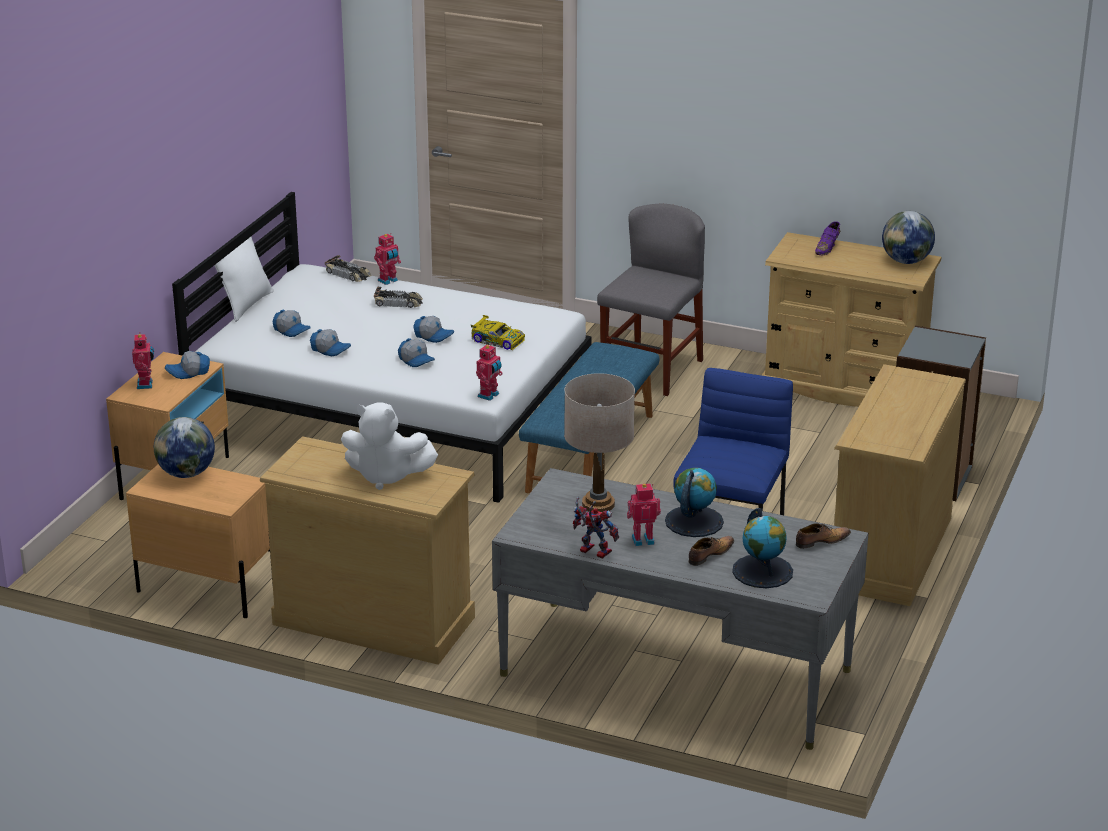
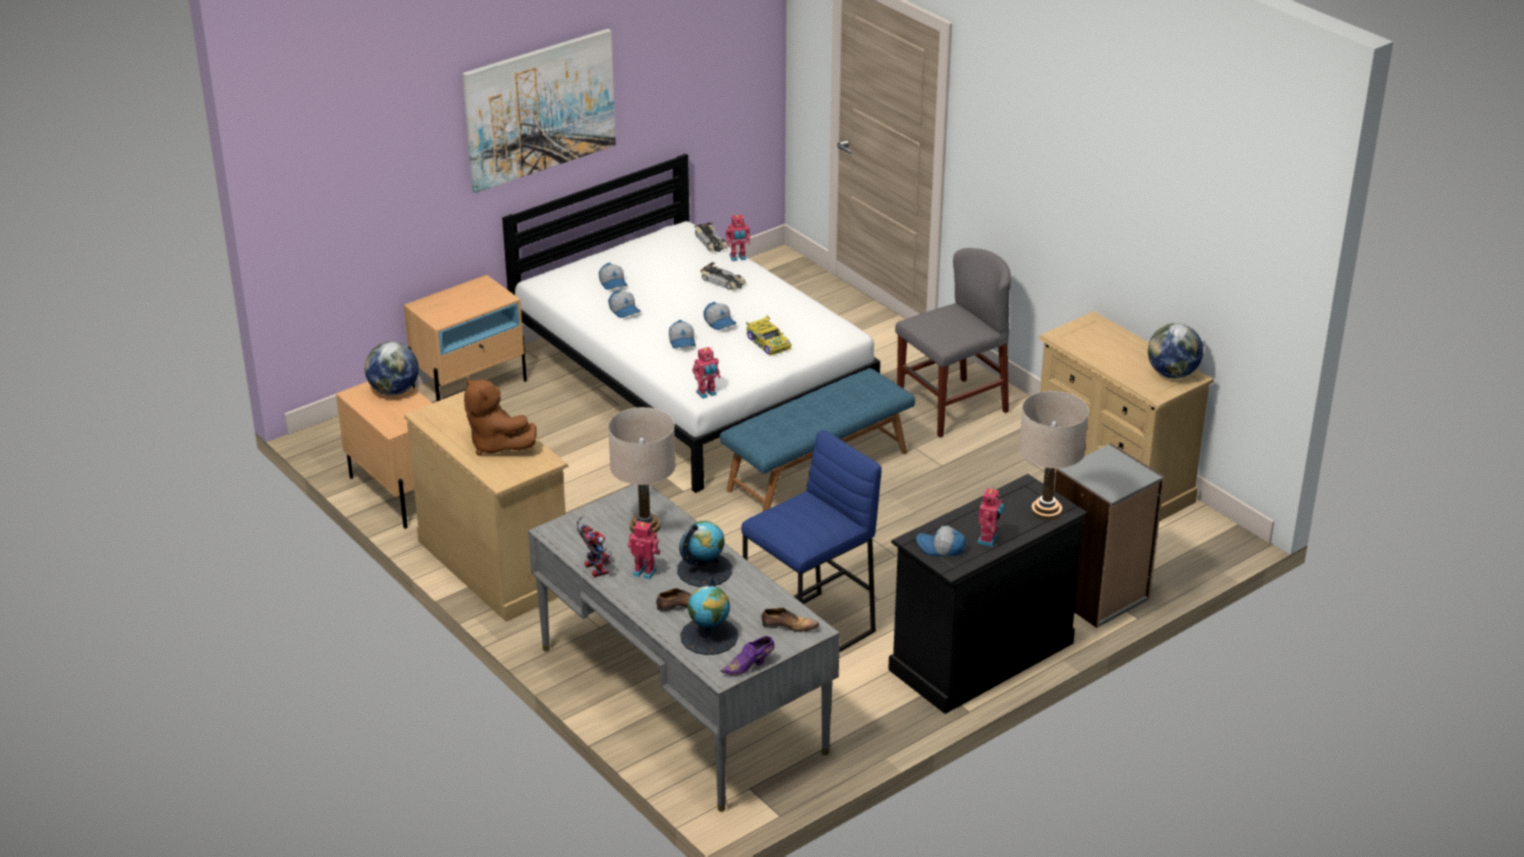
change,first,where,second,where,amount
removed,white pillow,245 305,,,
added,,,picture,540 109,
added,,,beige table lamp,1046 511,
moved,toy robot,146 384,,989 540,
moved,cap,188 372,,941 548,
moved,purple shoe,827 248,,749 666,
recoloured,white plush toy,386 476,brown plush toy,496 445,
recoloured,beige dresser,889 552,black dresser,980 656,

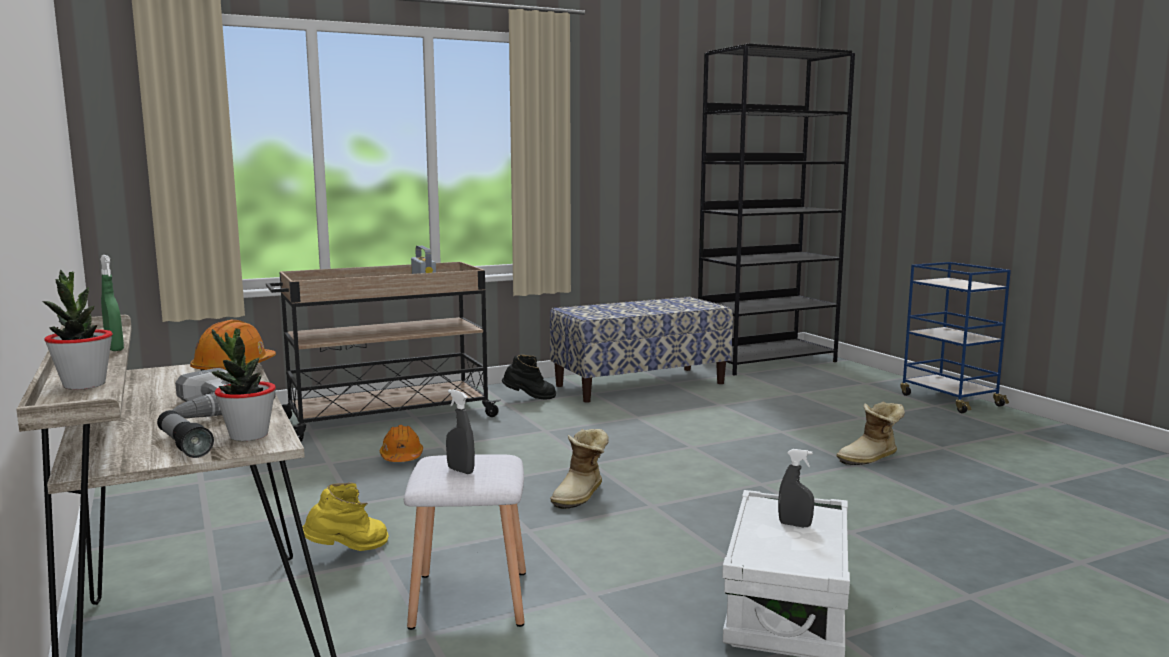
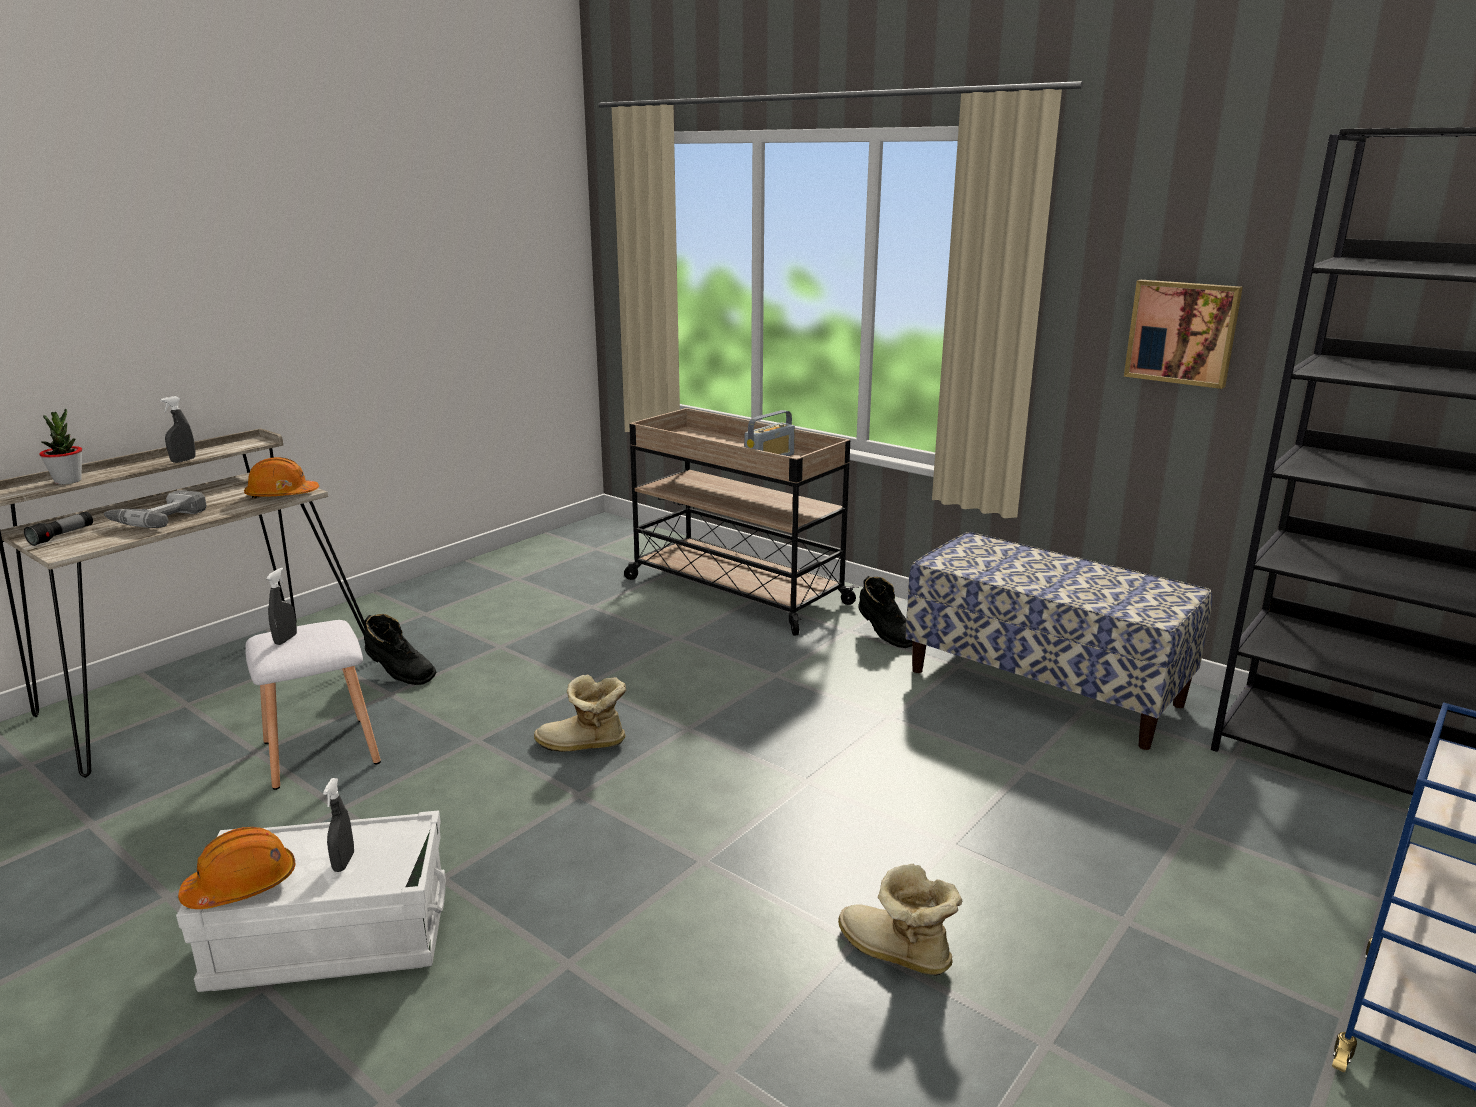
change,first,where,second,where,amount
removed,potted plant,248 436,,,
added,,,picture,1182 332,
moved,orange hard hat,401 457,,242 886,
recoloured,green spray bottle,114 349,grey spray bottle,183 460,
recoloured,yellow boot,348 552,black boot,399 676,

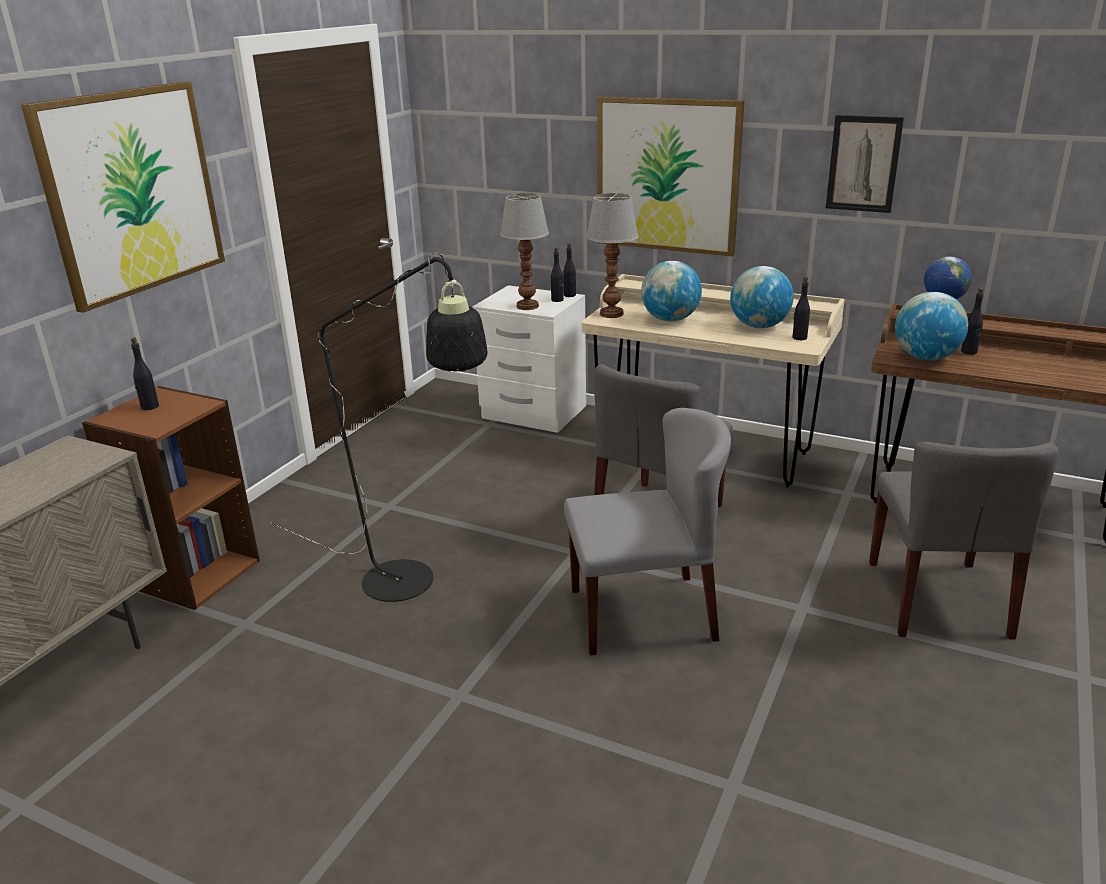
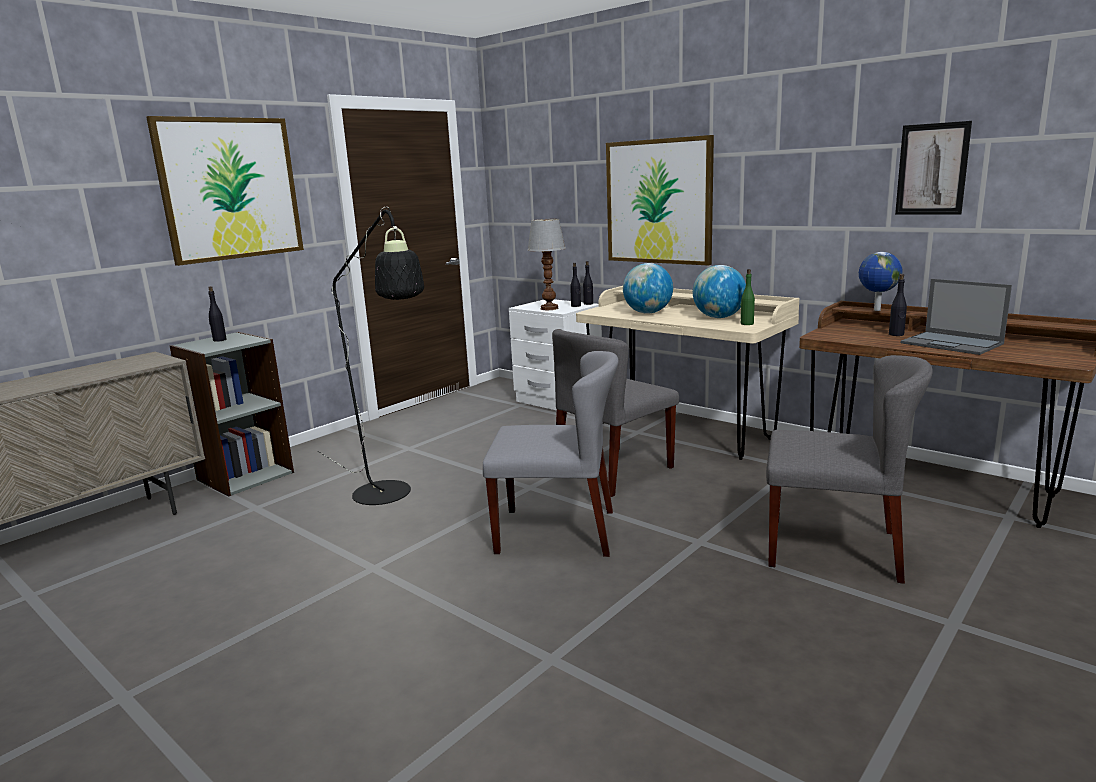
change,first,where,second,where,amount
removed,table lamp,612 313,,,
removed,globe,925 357,,,
added,,,laptop,952 343,
moved,picture,863 164,,932 169,
recoloured,brown bookcase,194 573,grey bookcase,245 476,
recoloured,black bottle,799 338,green bottle,746 324,
turned,grey chair,938 599,,834 548,90 degrees counterclockwise

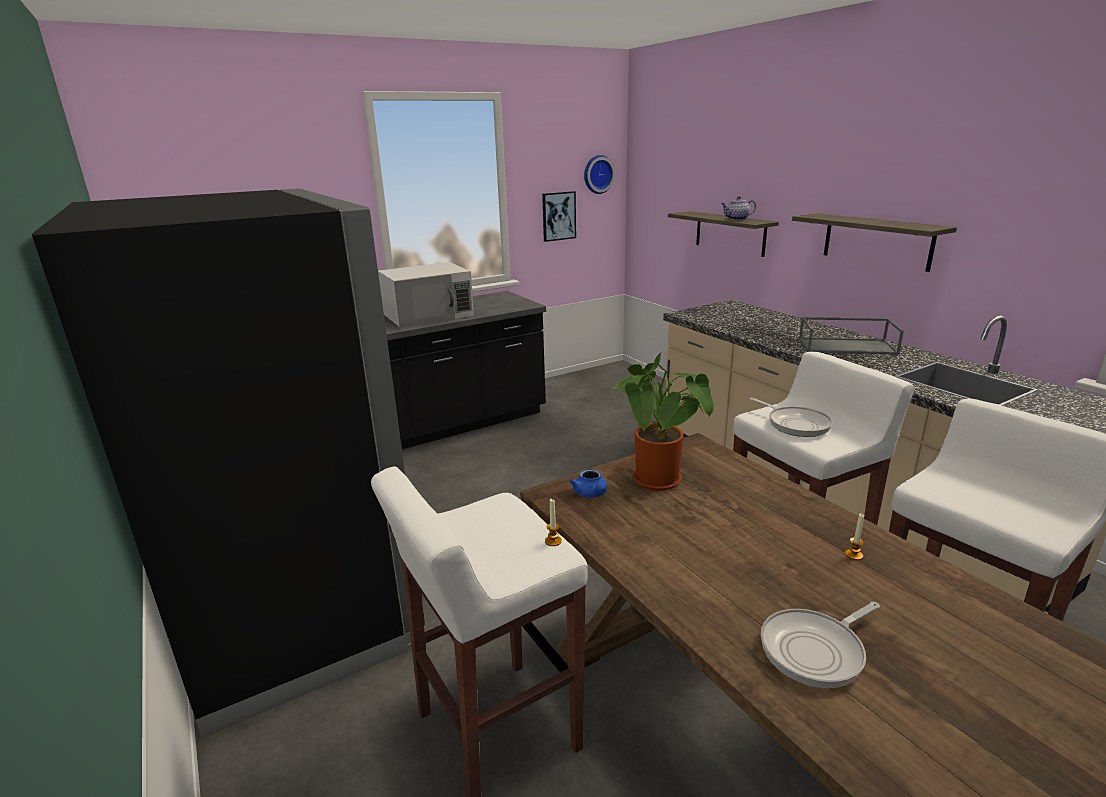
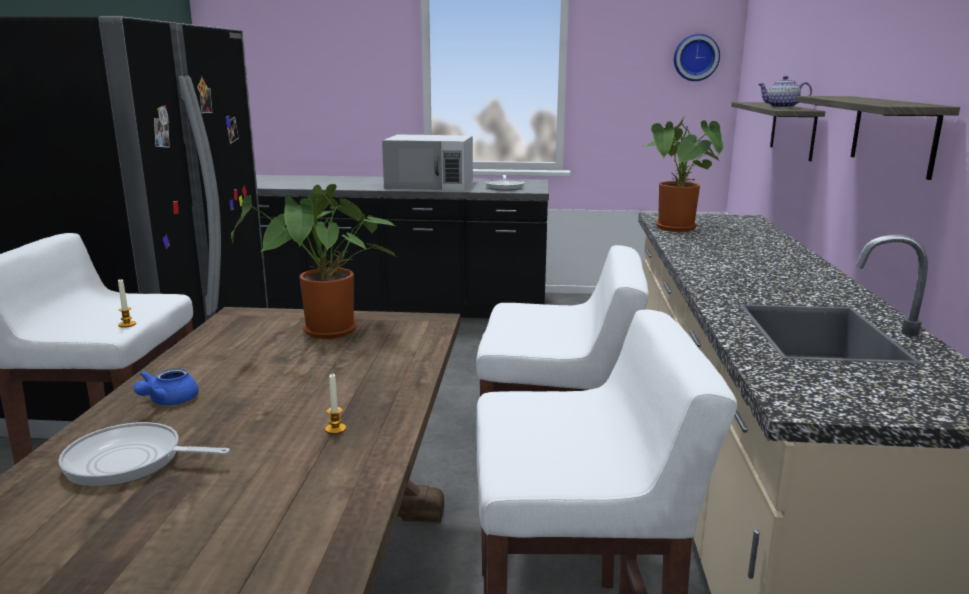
change,first,where,second,where,amount
removed,picture,558 216,,,
removed,grey tray,847 346,,,
added,,,potted plant,678 229,
moved,blue teapot,591 494,,168 401,
moved,frying pan,795 424,,505 187,

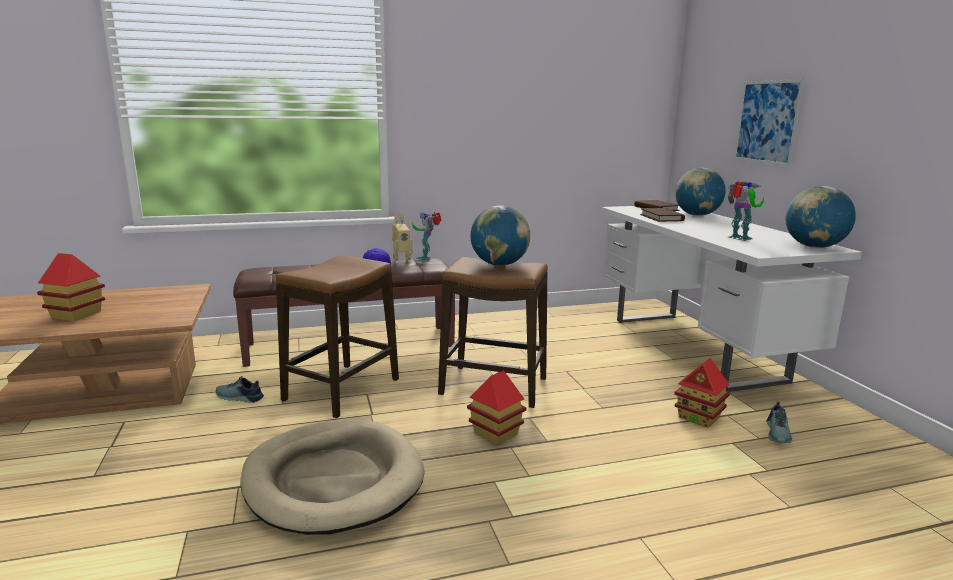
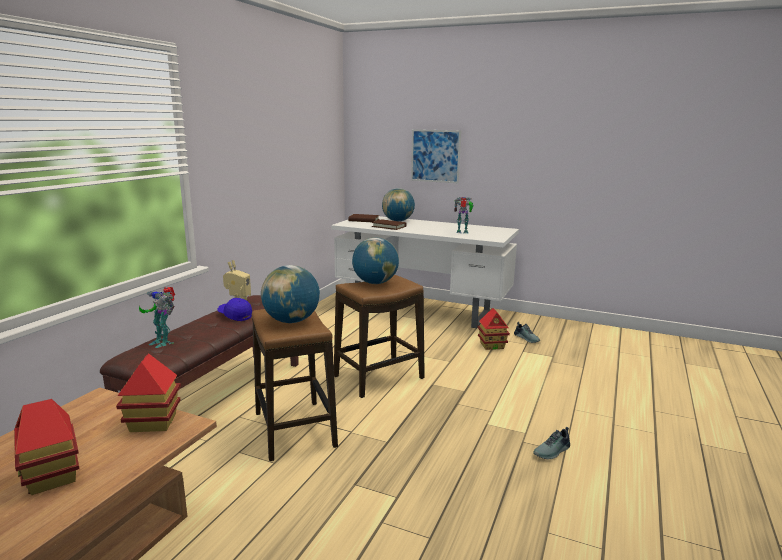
change,first,where,second,where,amount
removed,beige dog bed,333 480,,,
moved,shoe,238 398,,553 451,
moved,toy robot,426 259,,163 342,
moved,toy house,495 433,,153 423,
moved,globe,814 247,,291 321,

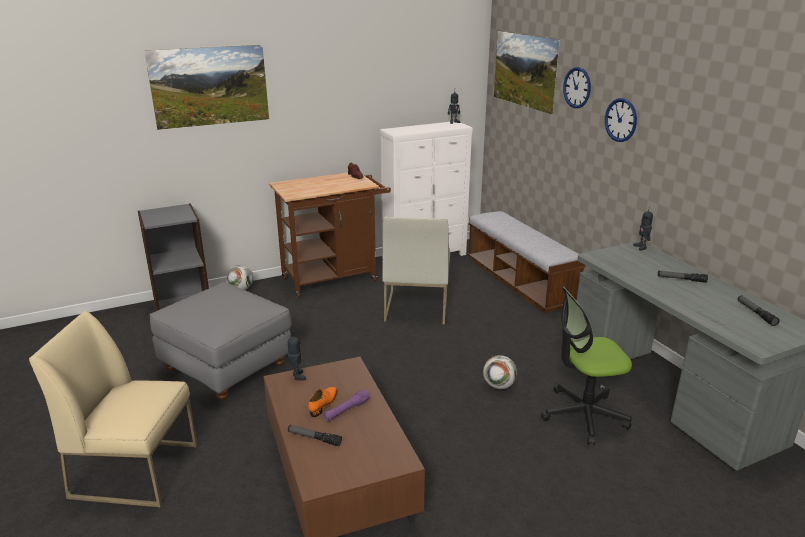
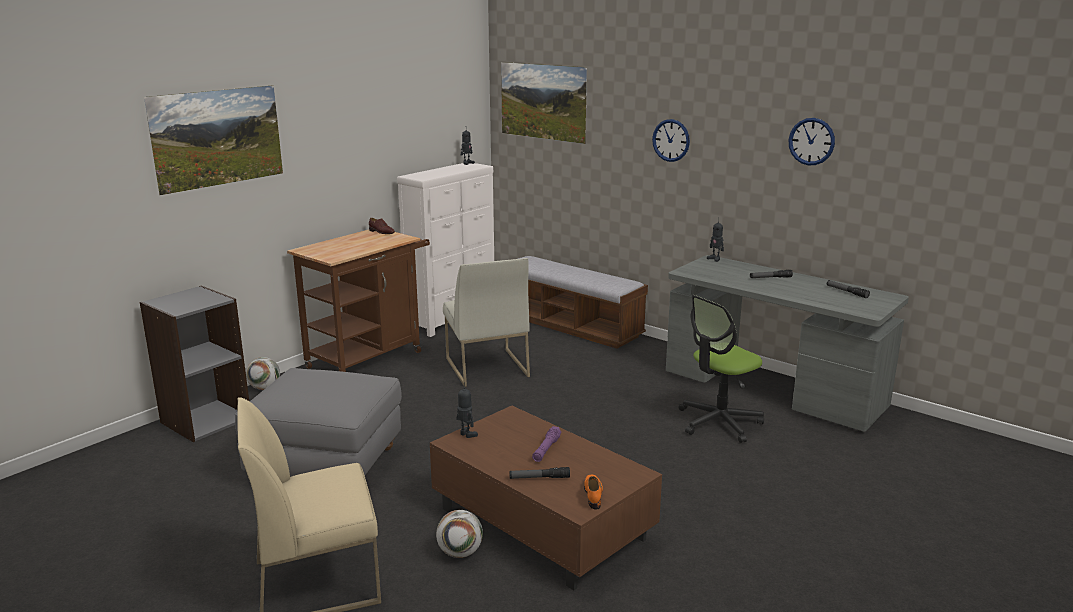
change,first,where,second,where,amount
moved,orange shoe,324 404,,593 494,
moved,football,498 386,,460 553,
moved,wall clock,577 87,,811 141,

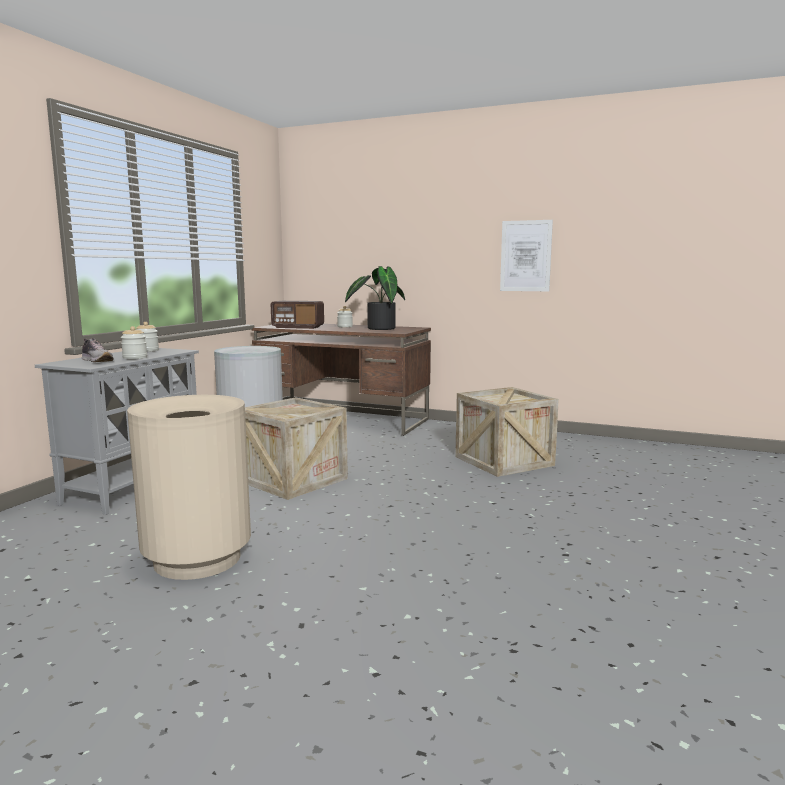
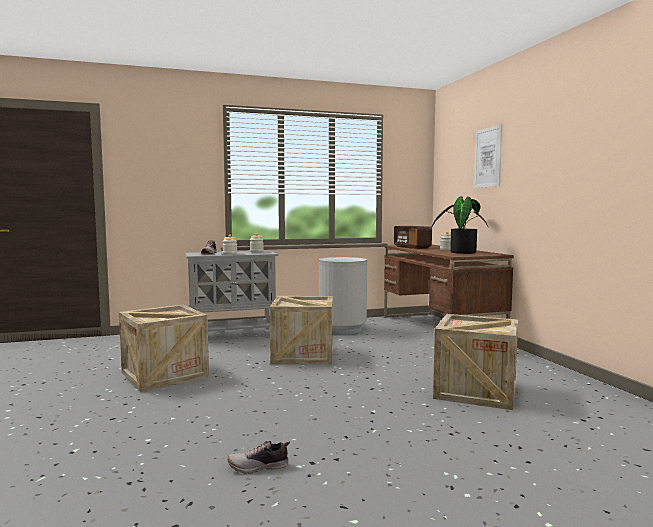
change,first,where,second,where,amount
added,,,shoe,259 467,
moved,picture,525 256,,488 157,
replaced,beige trash can,197 559,crate,164 375,

